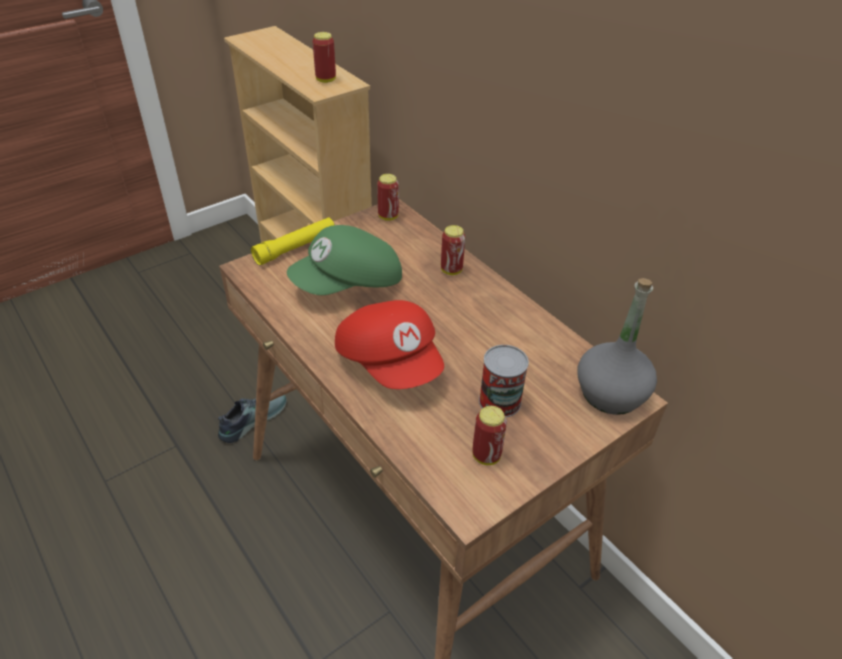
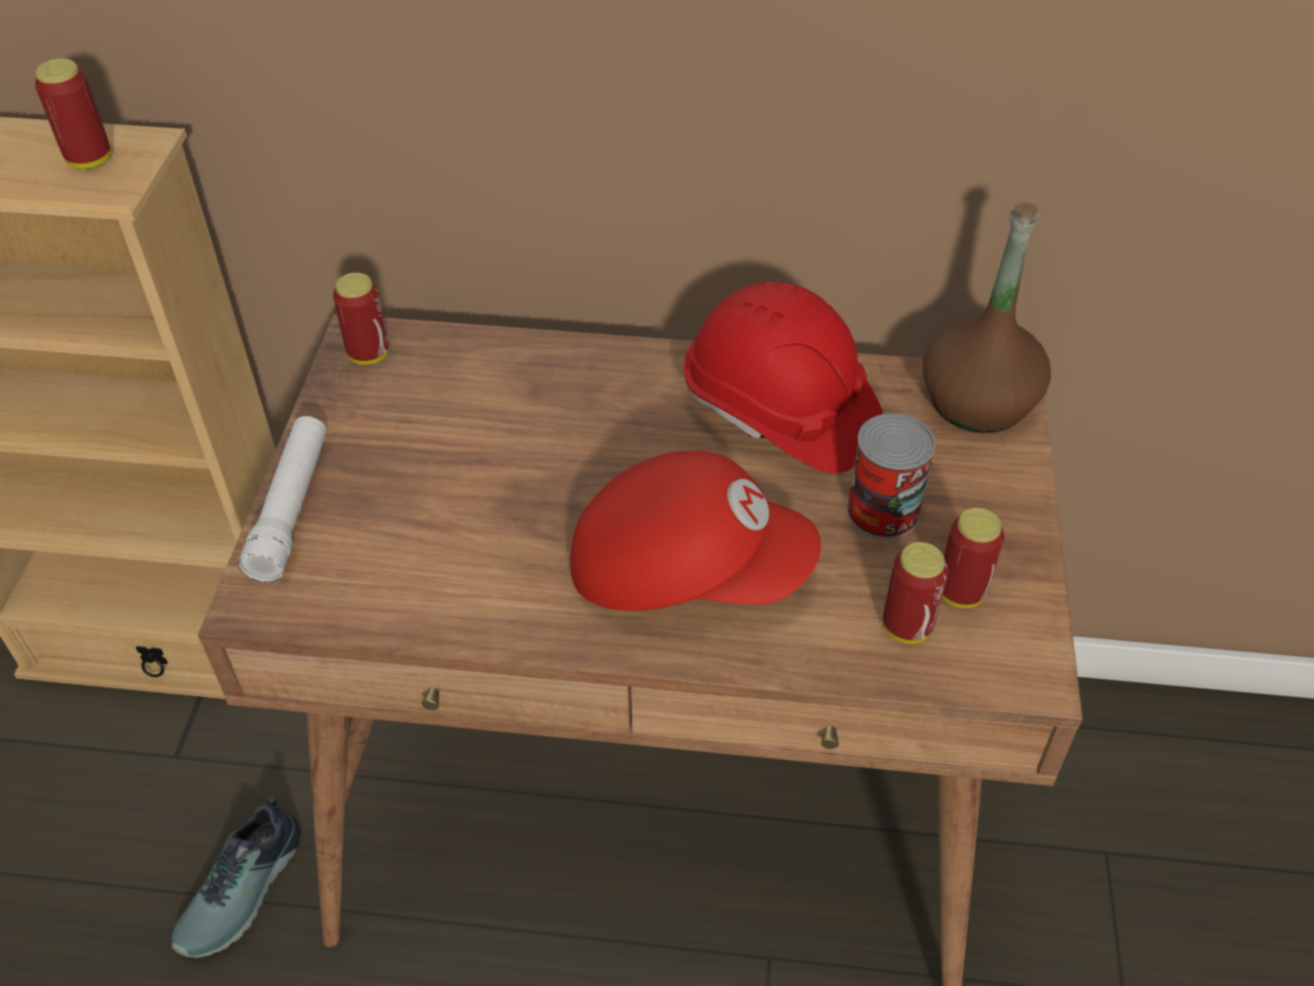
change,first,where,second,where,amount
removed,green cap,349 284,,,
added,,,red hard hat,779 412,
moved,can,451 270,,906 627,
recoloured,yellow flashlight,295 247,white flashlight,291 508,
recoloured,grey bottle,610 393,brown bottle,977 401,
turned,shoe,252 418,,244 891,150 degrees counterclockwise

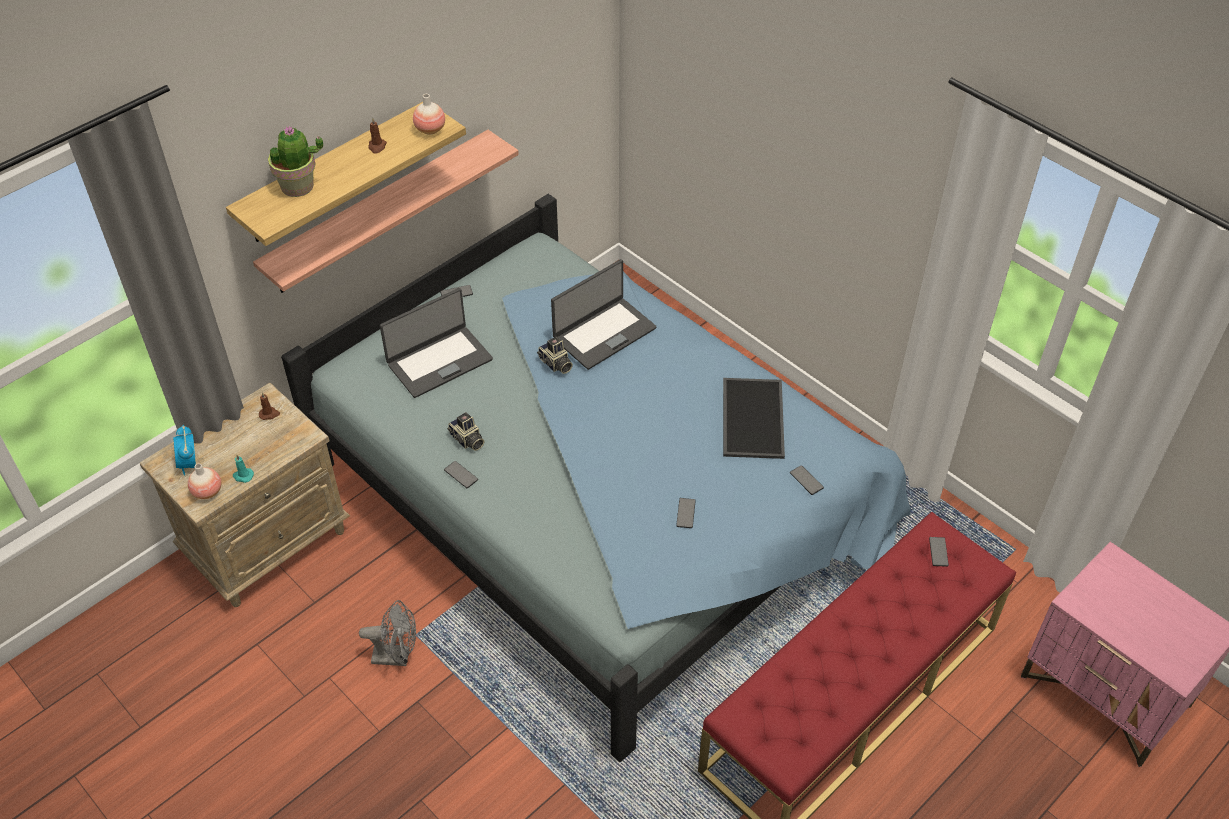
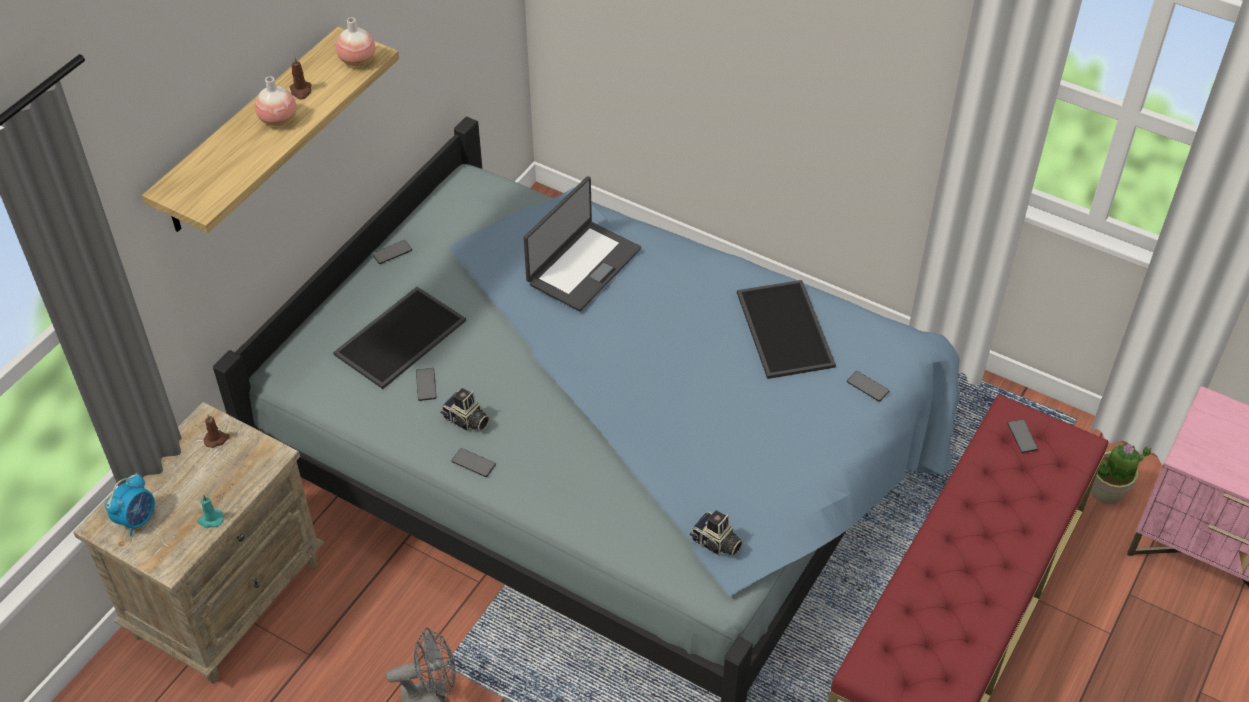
change,first,where,second,where,amount
removed,shelf,379 212,,,
moved,vase,207 492,,278 119,
moved,potted plant,298 186,,1107 491,
moved,photo camera,555 364,,716 544,
moved,phone,685 513,,426 385,
replaced,laptop,439 361,tray,400 336,
turned,alarm clock,189 464,,137 519,120 degrees counterclockwise

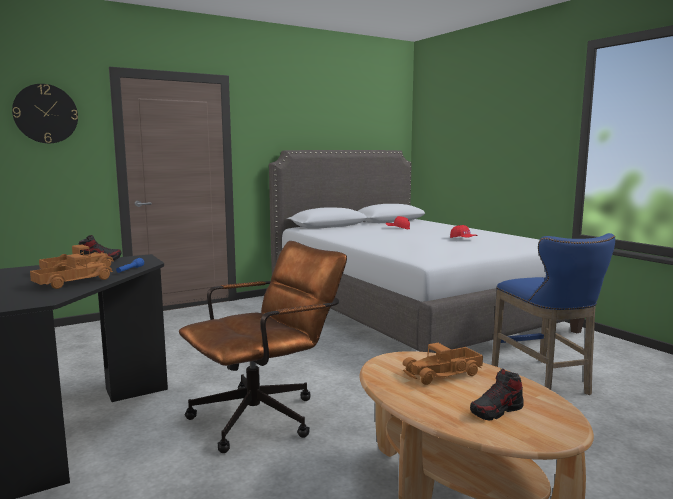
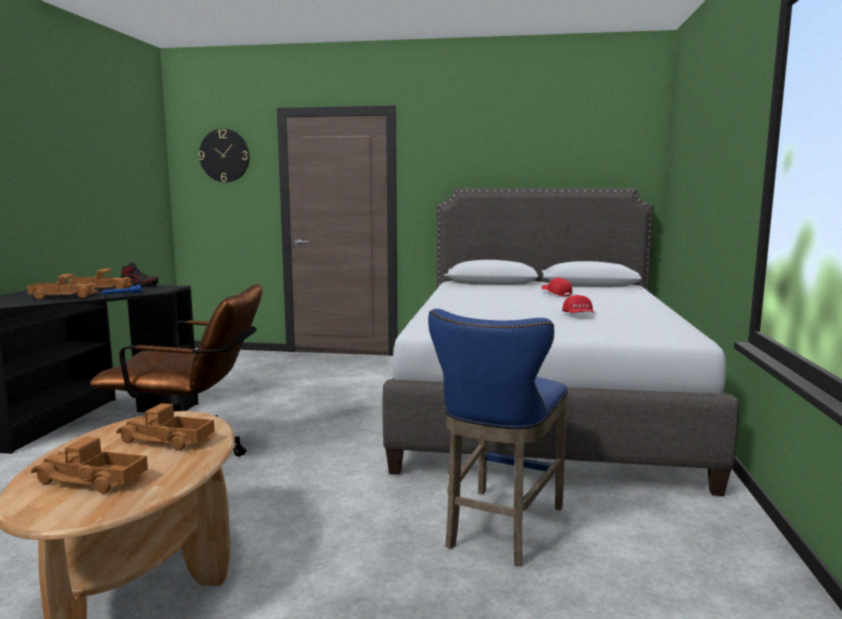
change,first,where,second,where,amount
replaced,shoe,496 411,toy truck,91 480,

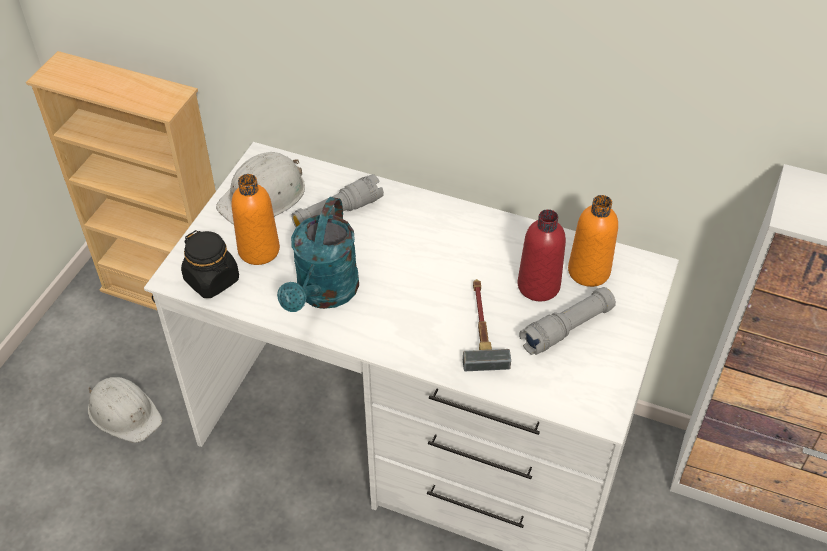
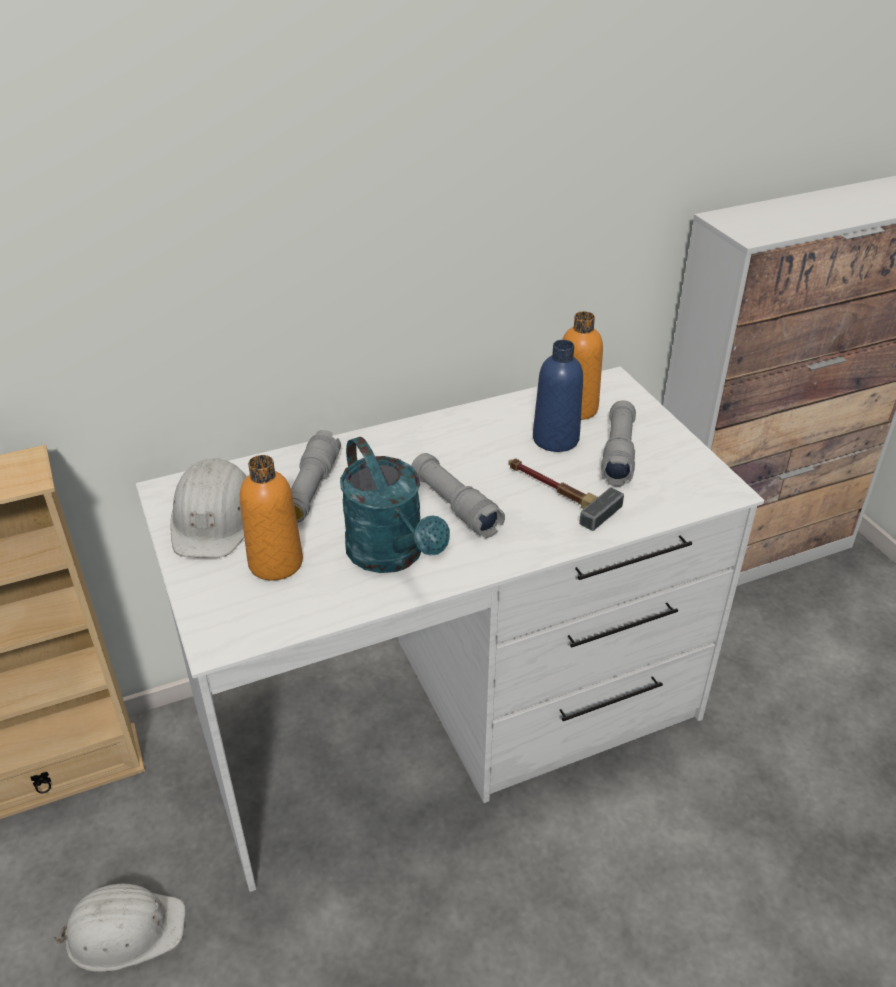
change,first,where,second,where,amount
removed,black jar,212 280,,,
added,,,grey flashlight,455 506,
recoloured,red bottle,538 286,blue bottle,555 439,

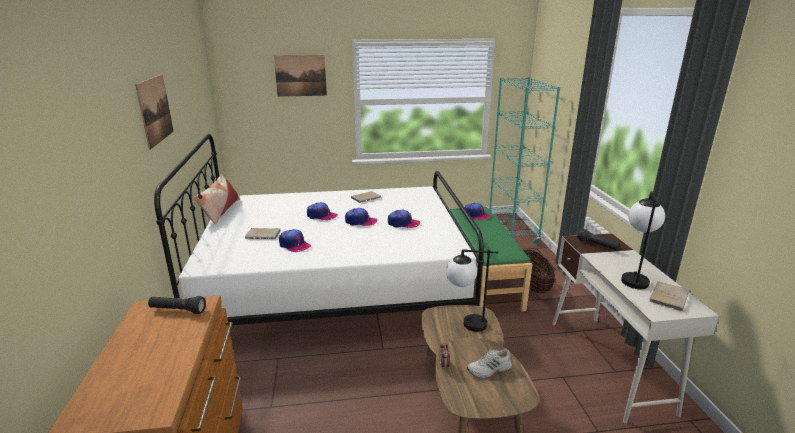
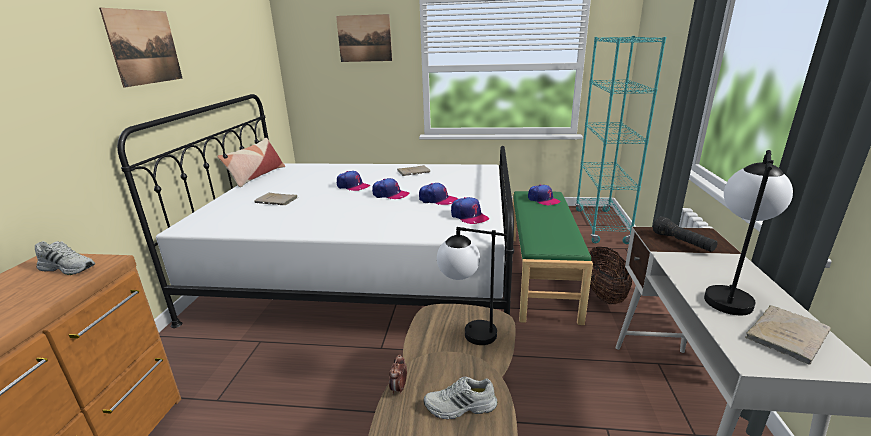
change,first,where,second,where,amount
moved,cap,294 245,,469 216,
replaced,black flashlight,177 310,white shoe,69 267,

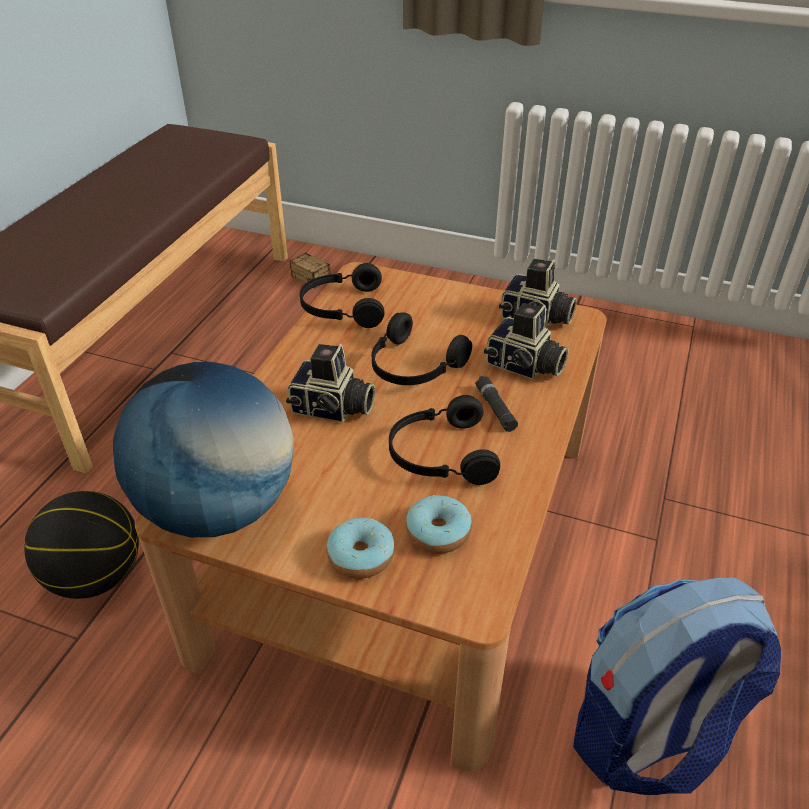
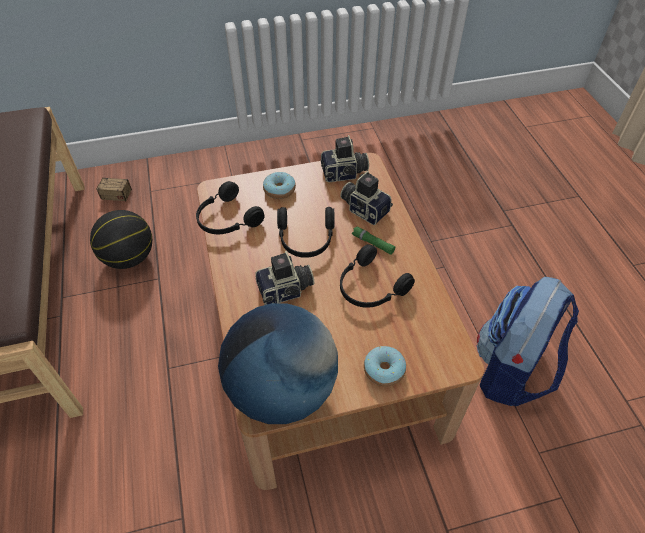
change,first,where,second,where,amount
moved,basketball,96 576,,129 258,
moved,donut,438 532,,279 190,
recoloured,black flashlight,495 408,green flashlight,373 243,
turned,photo camera,524 366,,365 209,135 degrees counterclockwise

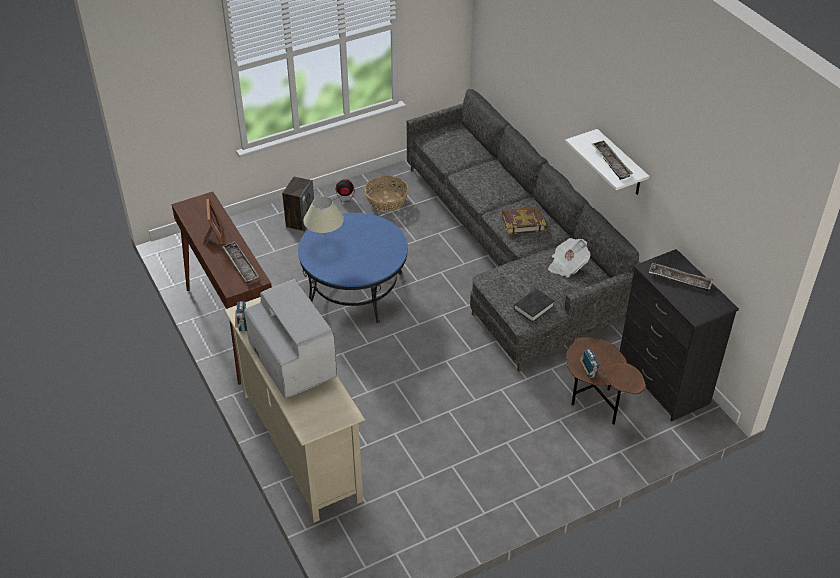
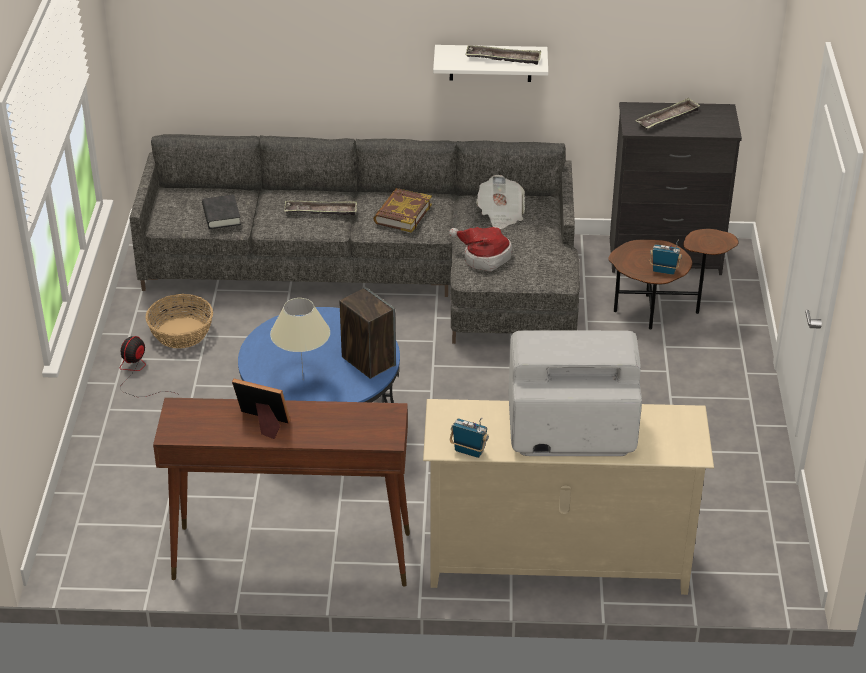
change,first,where,second,where,amount
added,,,hat,483 257,
moved,tray,241 265,,321 211,
moved,speaker,300 221,,368 361,
moved,black book,533 307,,221 215,

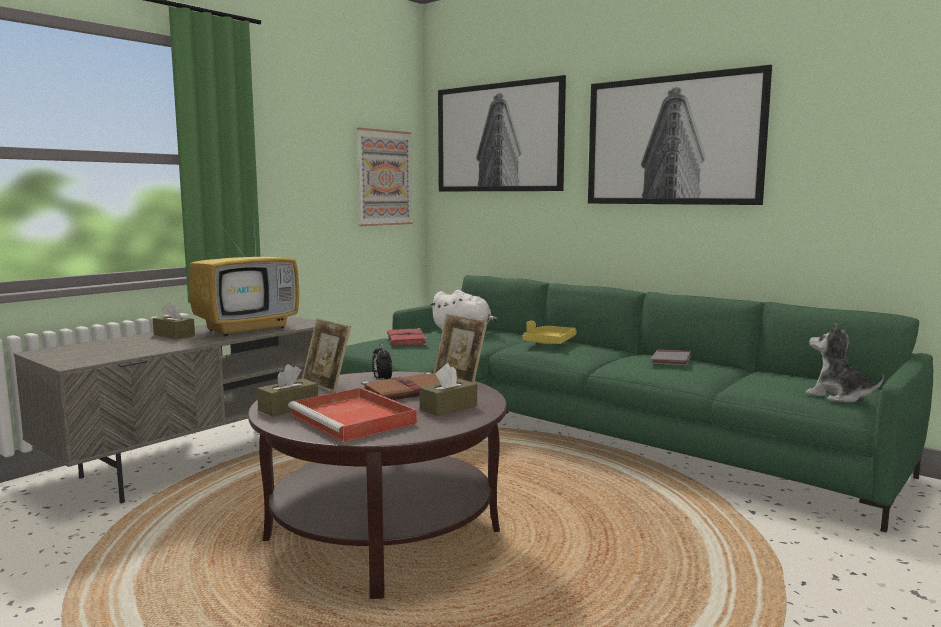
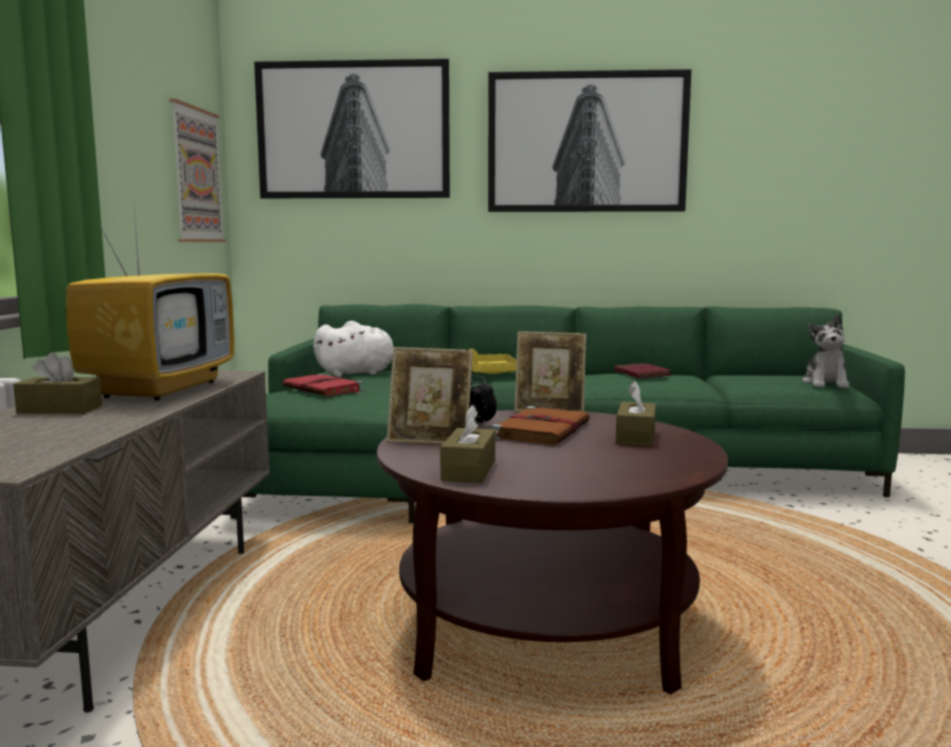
change,first,where,second,where,amount
removed,red tray,354 419,,,
recoloured,grey book,671 361,red book,641 374,
turned,plush toy,838 396,,826 383,90 degrees counterclockwise

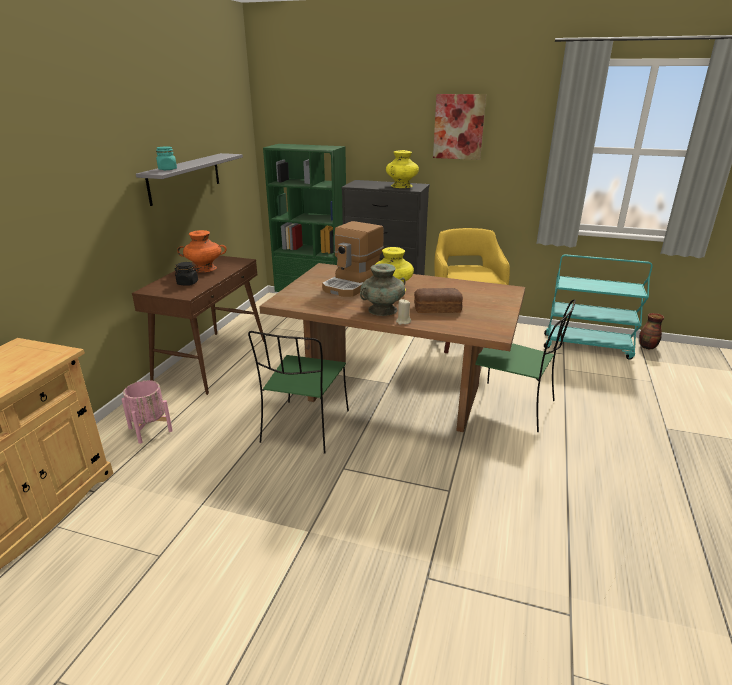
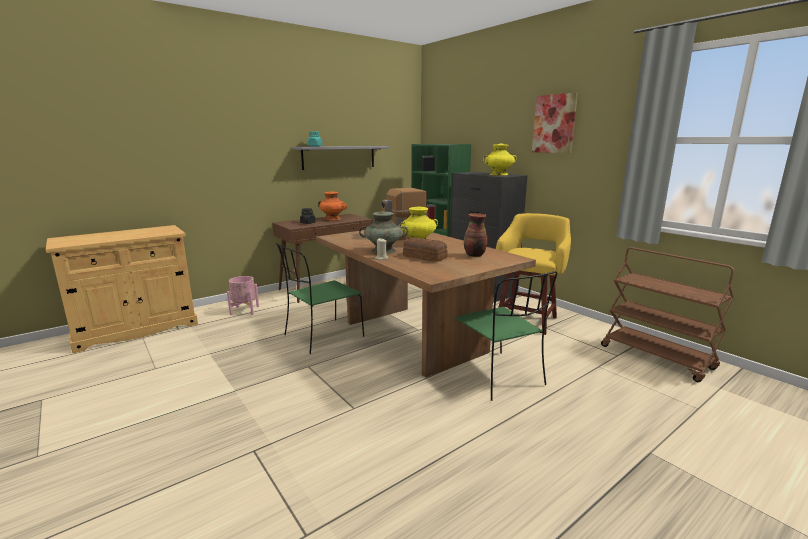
change,first,where,second,where,amount
moved,vase,647 347,,474 255,
recoloured,turquoise cart,587 346,brown cart,657 357,

